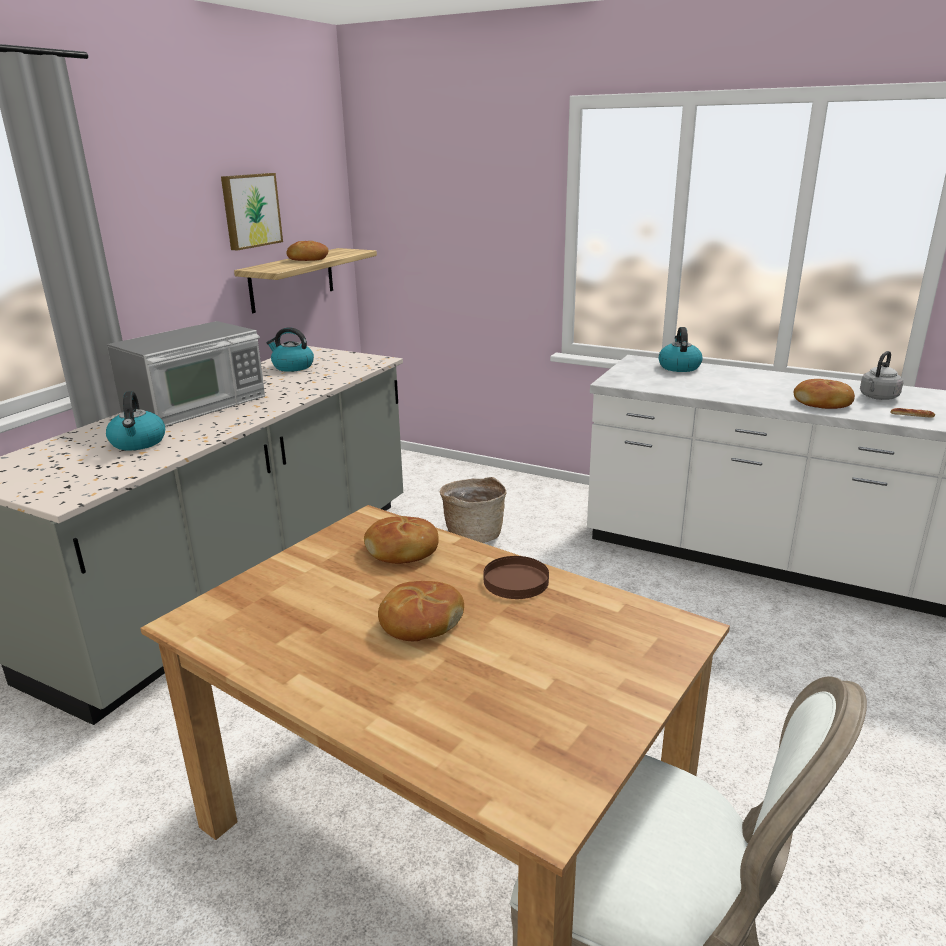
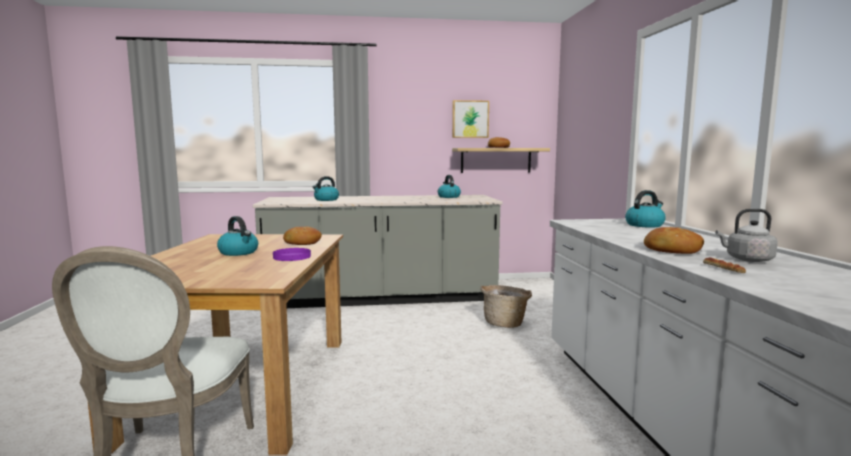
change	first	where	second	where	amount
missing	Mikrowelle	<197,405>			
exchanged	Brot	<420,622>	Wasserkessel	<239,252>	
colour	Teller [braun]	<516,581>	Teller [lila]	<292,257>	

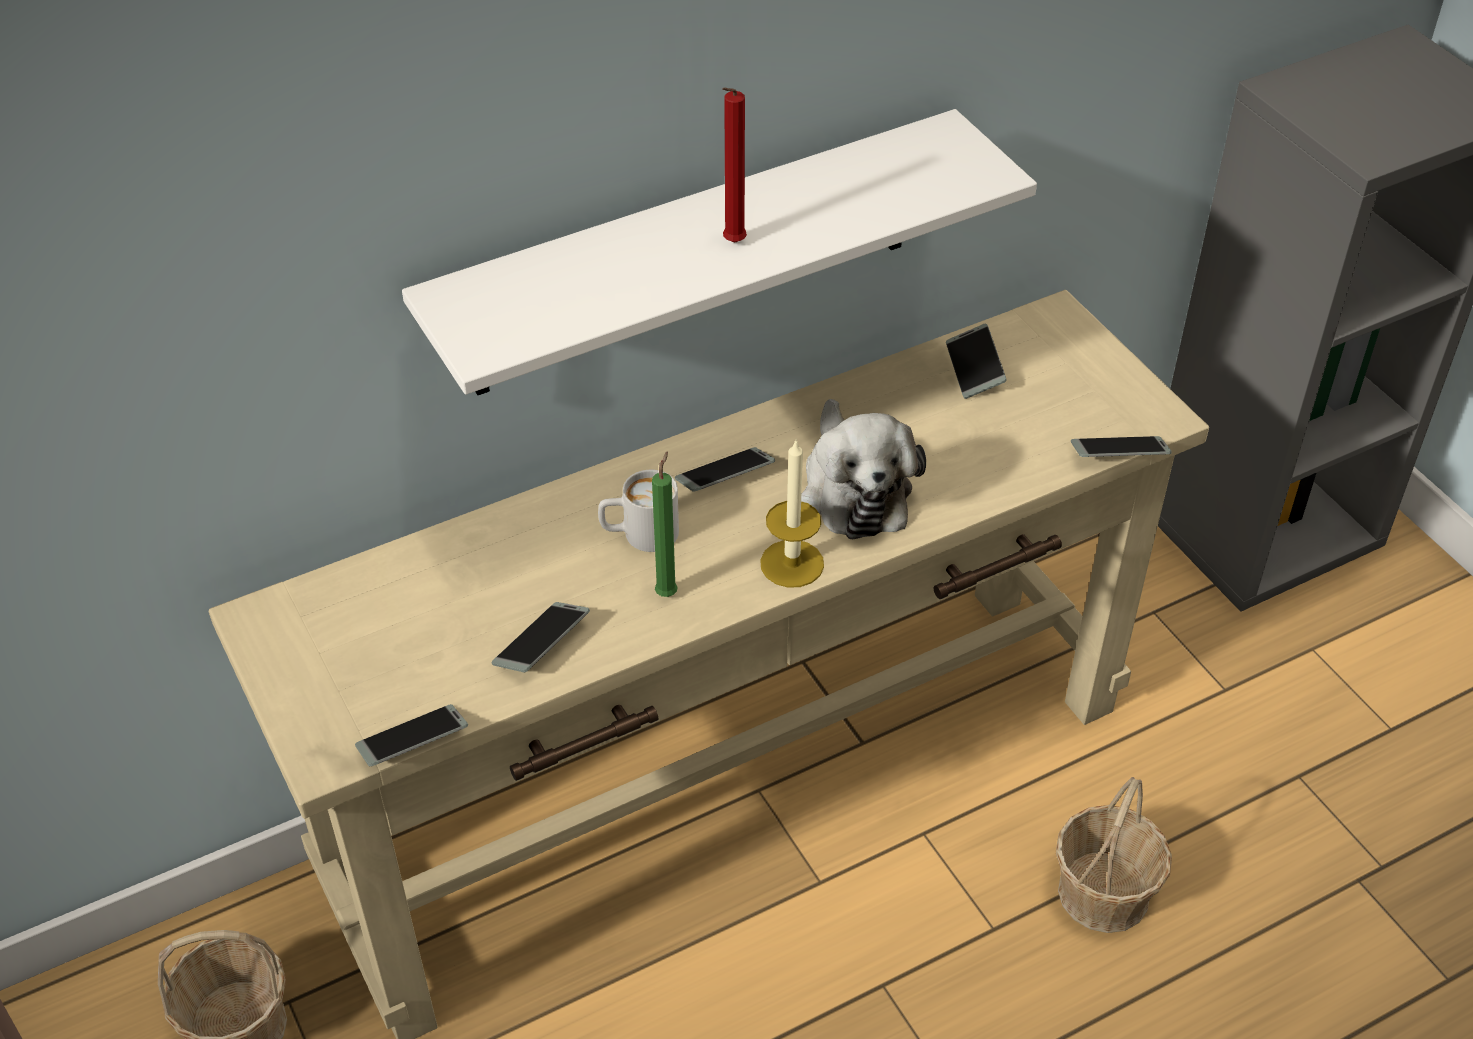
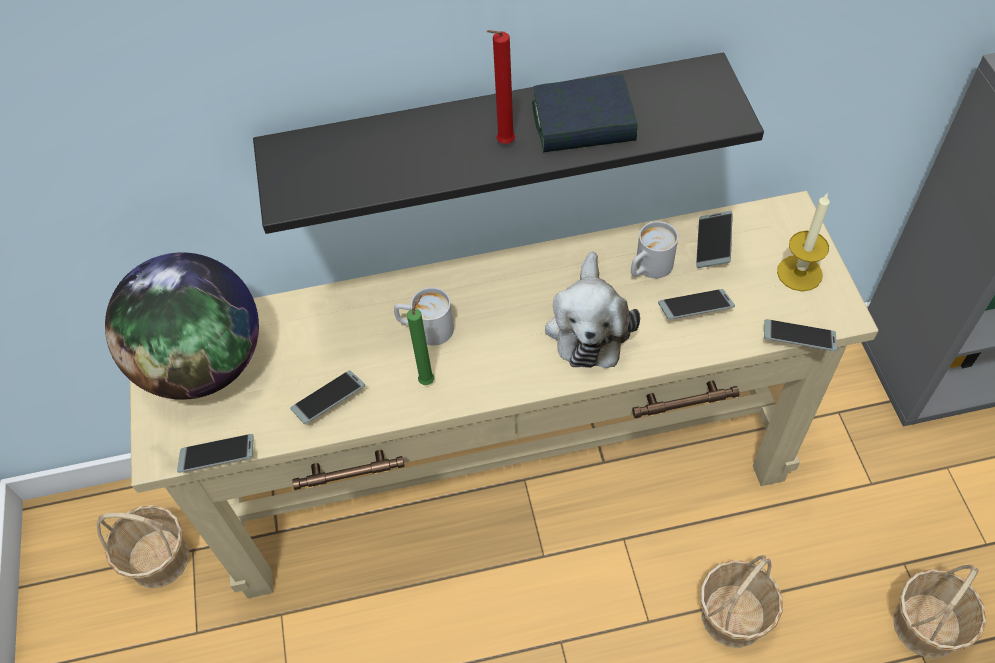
change	first	where	second	where	amount
colour	Wandregal [weiß]	<694,256>	Wandregal [schwarz]	<495,137>	
relocated	Handy	<724,477>		<695,308>	
relocated	Kerze	<792,563>		<799,273>	
appeared			Globus	<204,364>	
appeared			Buch	<583,123>	
appeared			Henkelbecher [weiß]	<648,269>	
appeared			Korb	<927,625>	

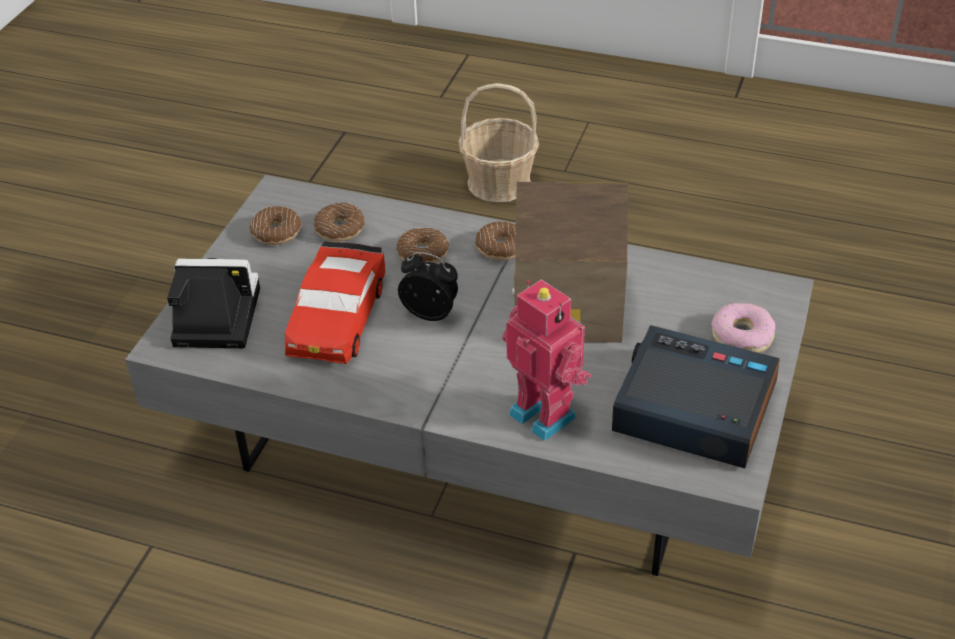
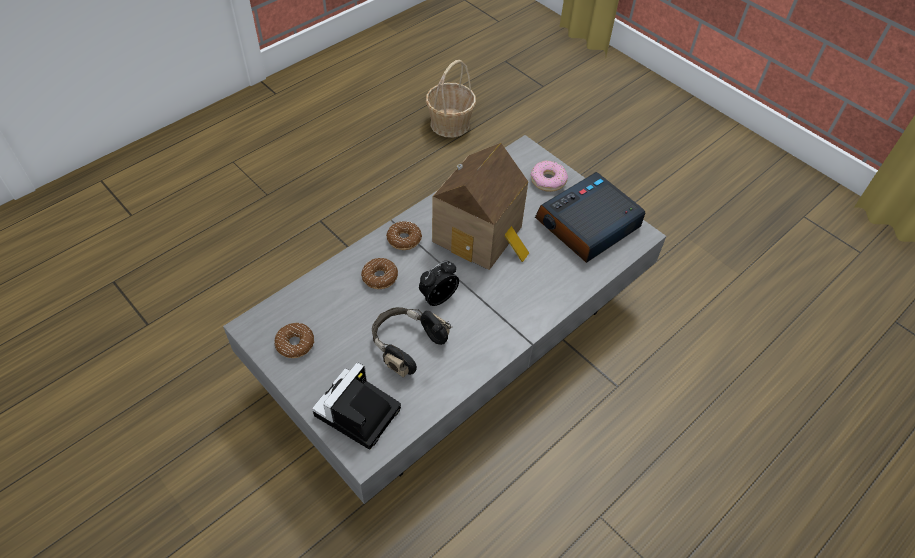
change	first	where	second	where	amount
exchanged	Spielzeugauto [rot]	<337,317>	Kopfhörer [schwarz]	<407,345>	
missing	Donut	<340,229>			
relocated	Korb	<498,182>		<449,124>	
missing	Spielzeugroboter	<546,413>			

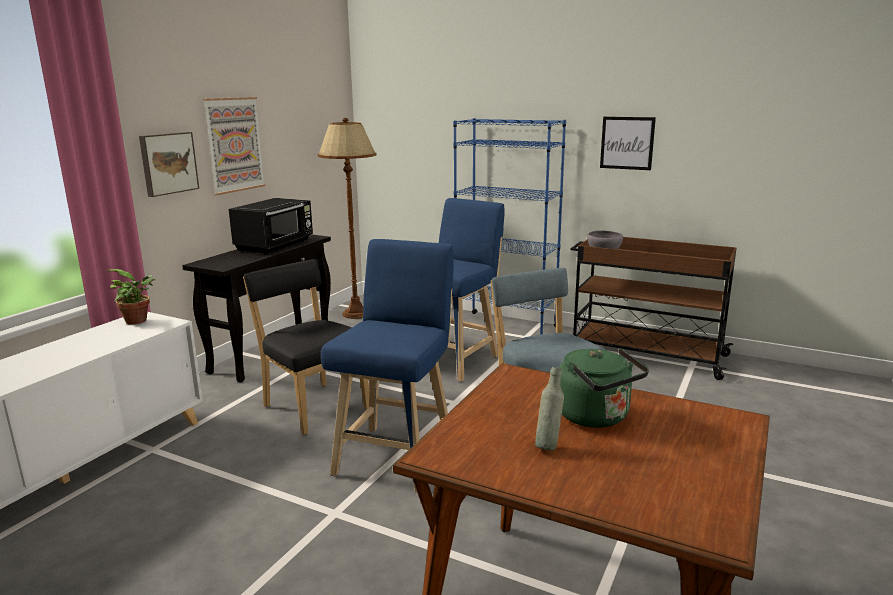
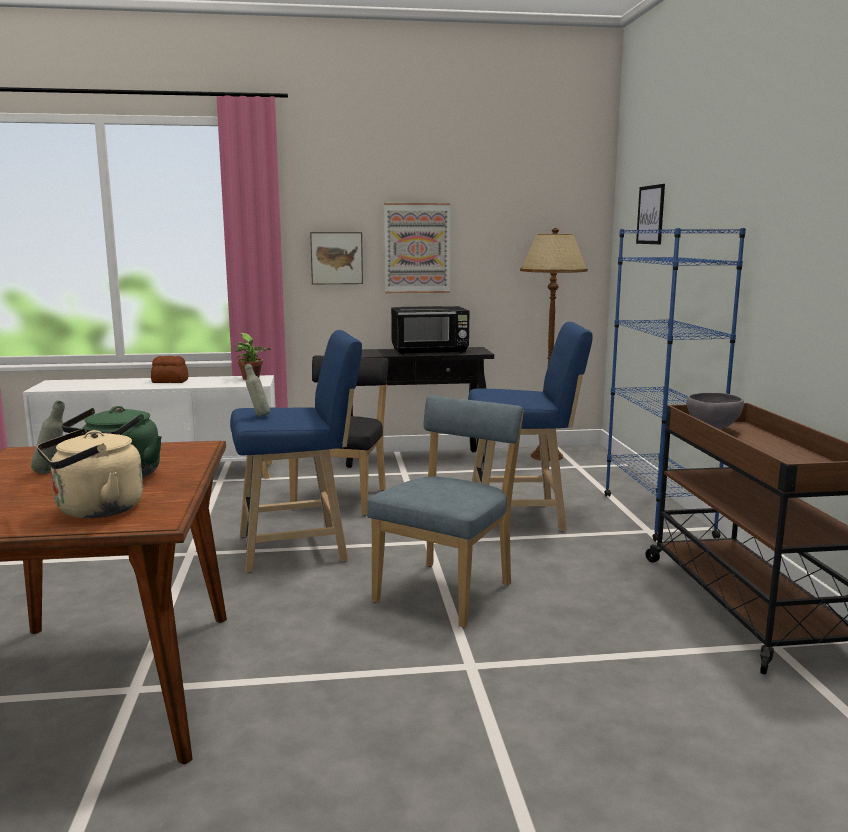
change	first	where	second	where	amount
relocated	Bild	<627,143>		<650,215>	
appeared			Wasserkessel [beige]	<94,510>	
appeared			Brot	<170,381>	
appeared			Flasche [grau]	<258,416>	

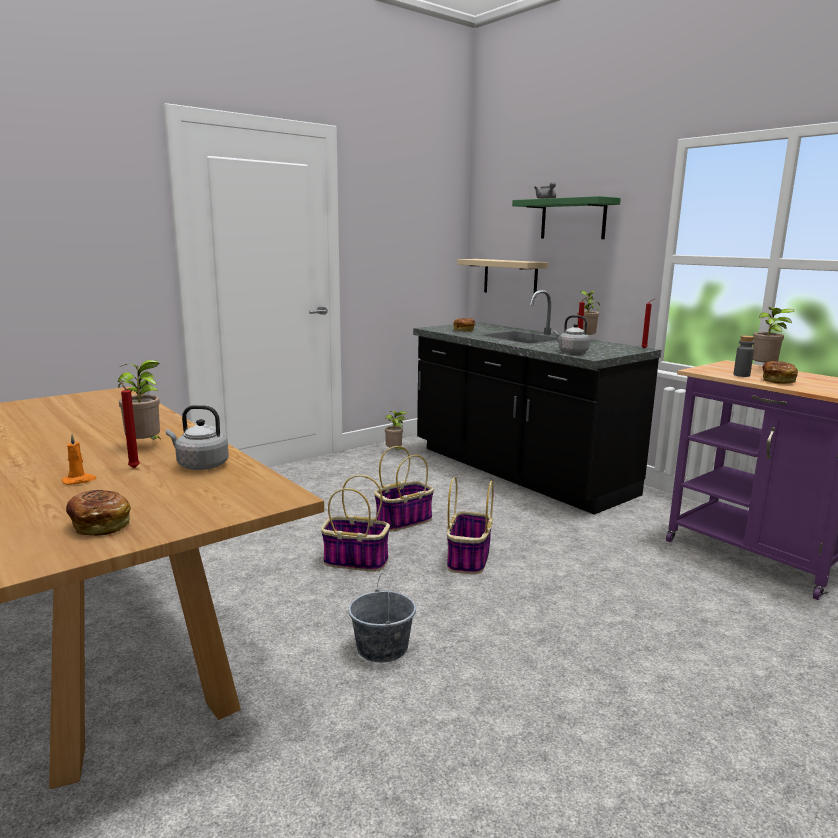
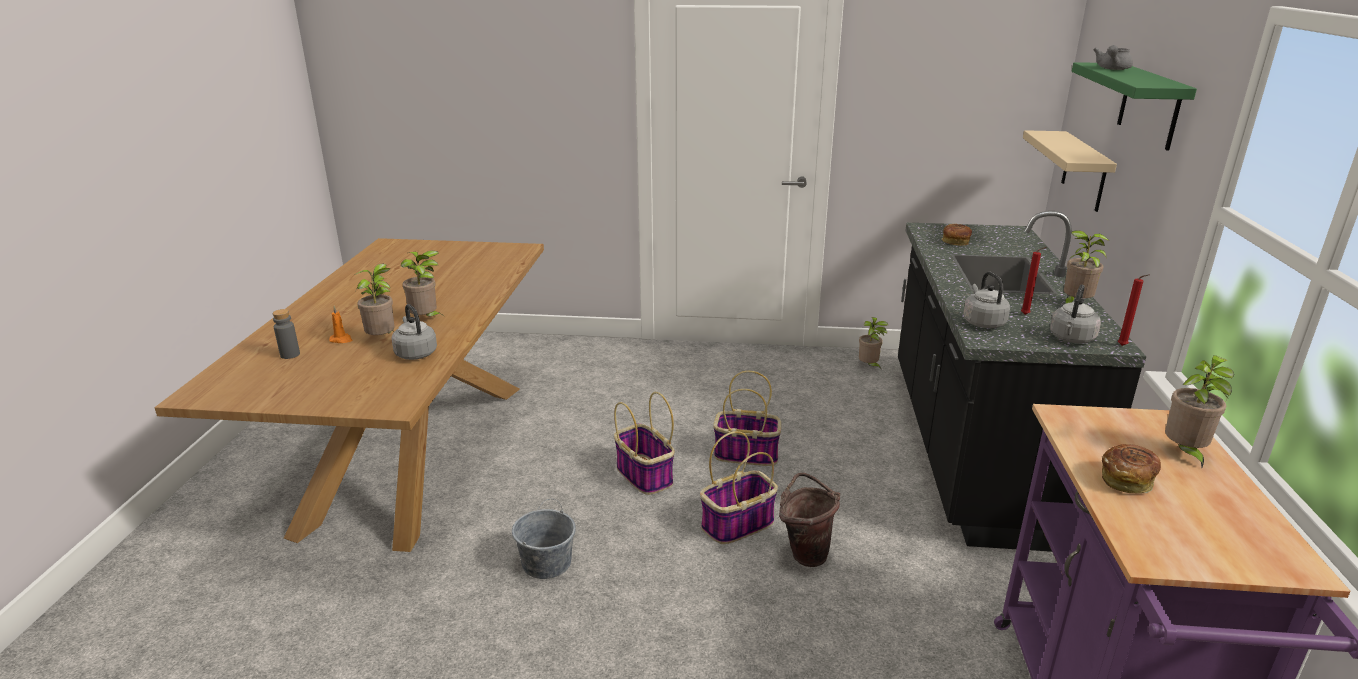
change	first	where	second	where	amount
missing	Brot	<100,525>			
exchanged	Kerze [rot]	<133,467>	Topfpflanze	<383,339>	
relocated	Flasche [grau]	<741,375>		<290,355>	
appeared			Eimer [braun]	<805,552>	
appeared			Wasserkessel [grau]	<1071,339>	

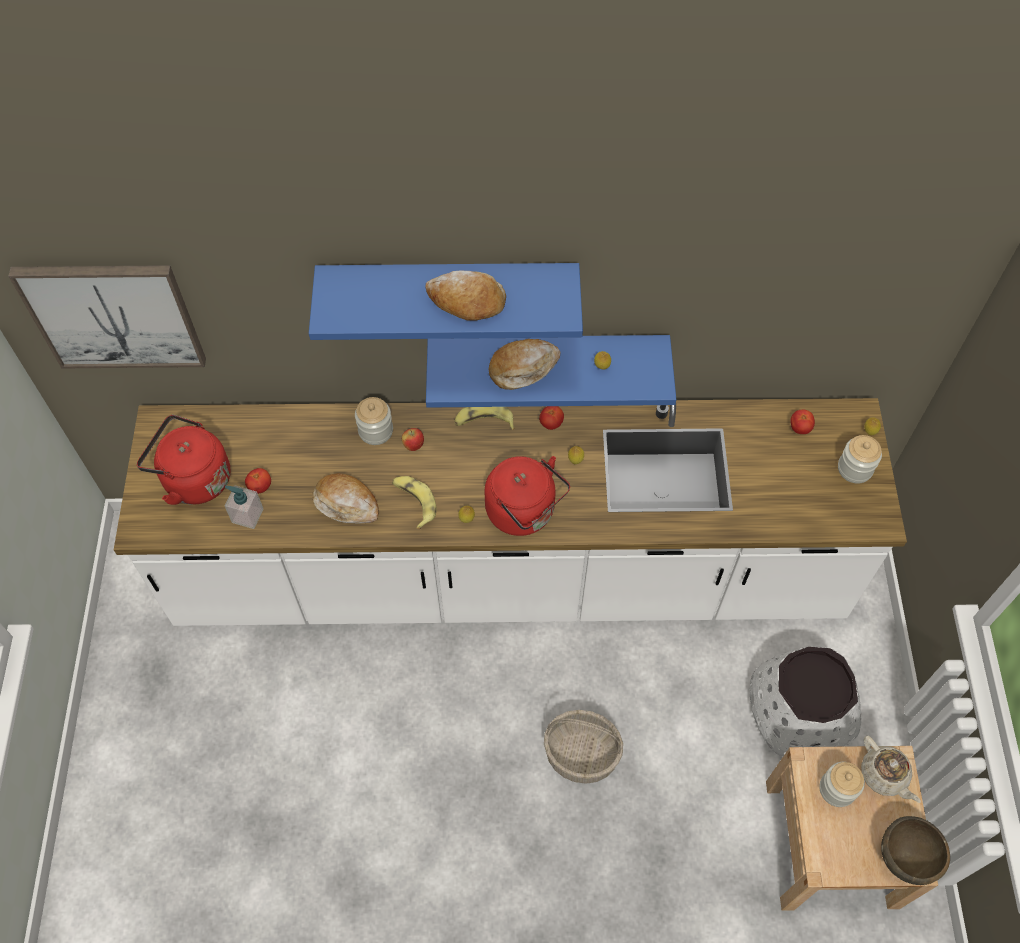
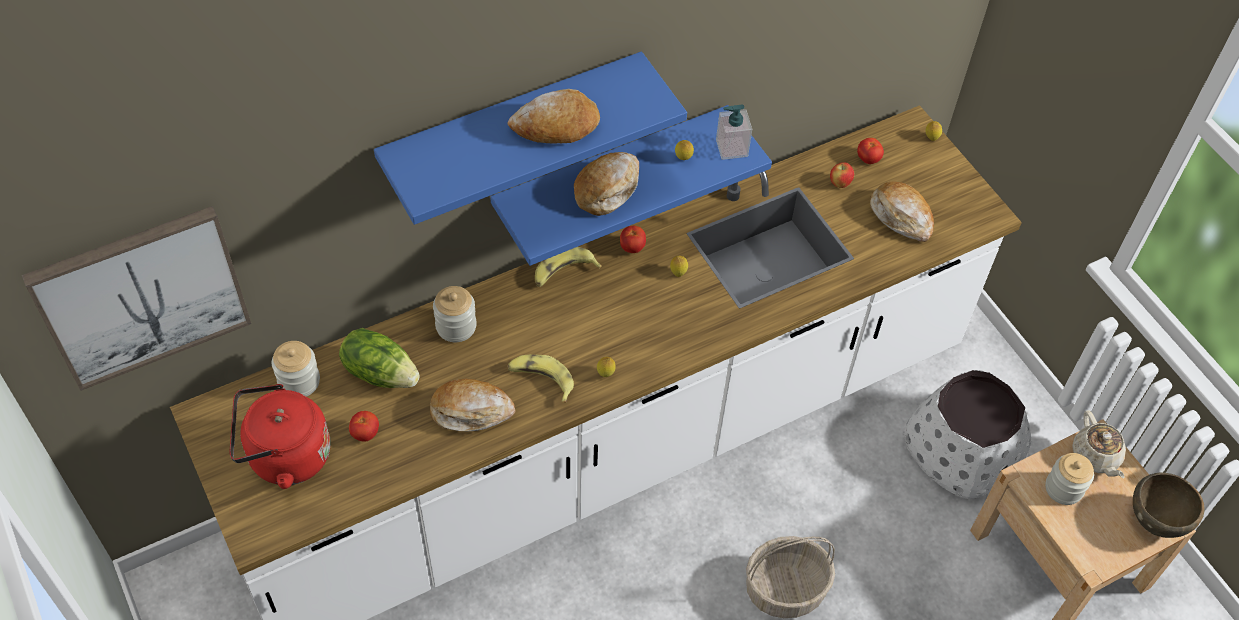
change	first	where	second	where	amount
relocated	Seifenspender	<247,515>		<731,148>	
relocated	Apfel	<413,446>		<839,183>	
missing	Wasserkessel [rot]	<524,512>			
relocated	Vorratsglas	<855,468>		<299,381>	
spun	Teekanne [beige]	<884,775>		<1095,456>	45 degrees clockwise
appeared			Salatkopf	<381,372>	
appeared			Brot	<901,216>	

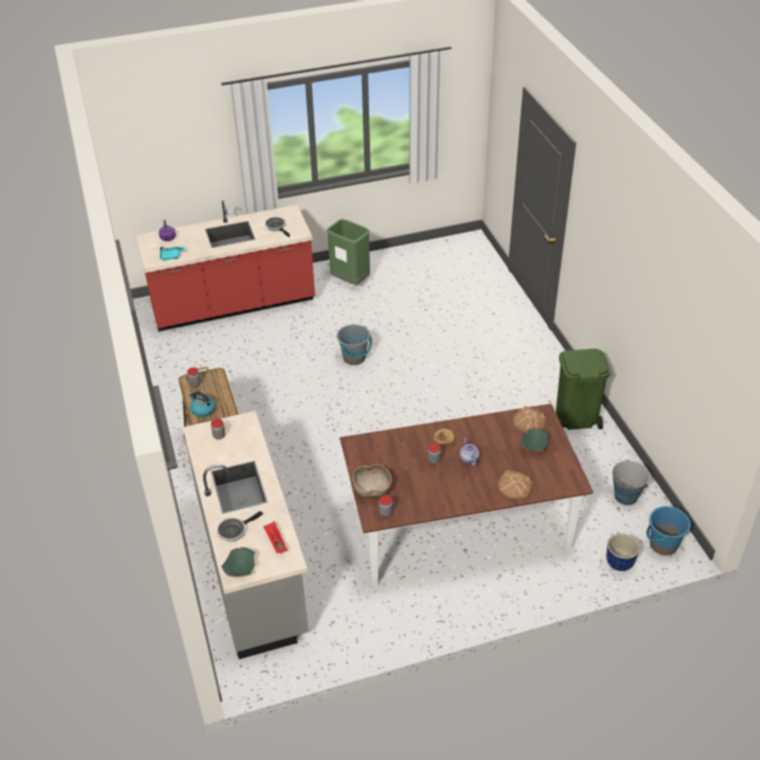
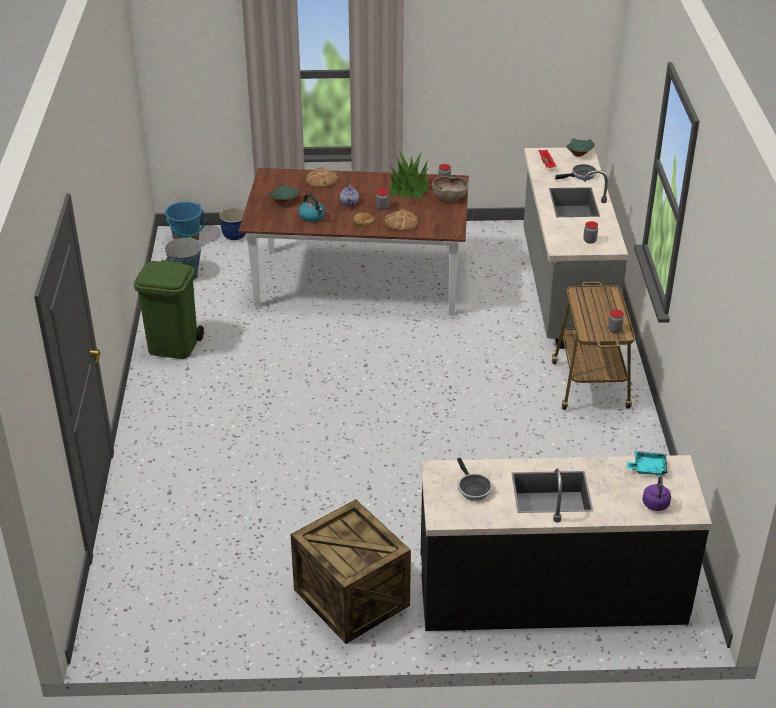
change	first	where	second	where	amount
colour	Küchenzeile [rot]	<233,305>	Küchenzeile [schwarz]	<551,592>	
relocated	Wasserkessel	<203,410>		<312,217>	
exchanged	Mülleimer [grün]	<350,281>	Kiste	<350,598>	
missing	Eimer [grau]	<354,358>			
relocated	Brot	<529,422>		<401,222>	
appeared			Topfpflanze	<408,188>	

